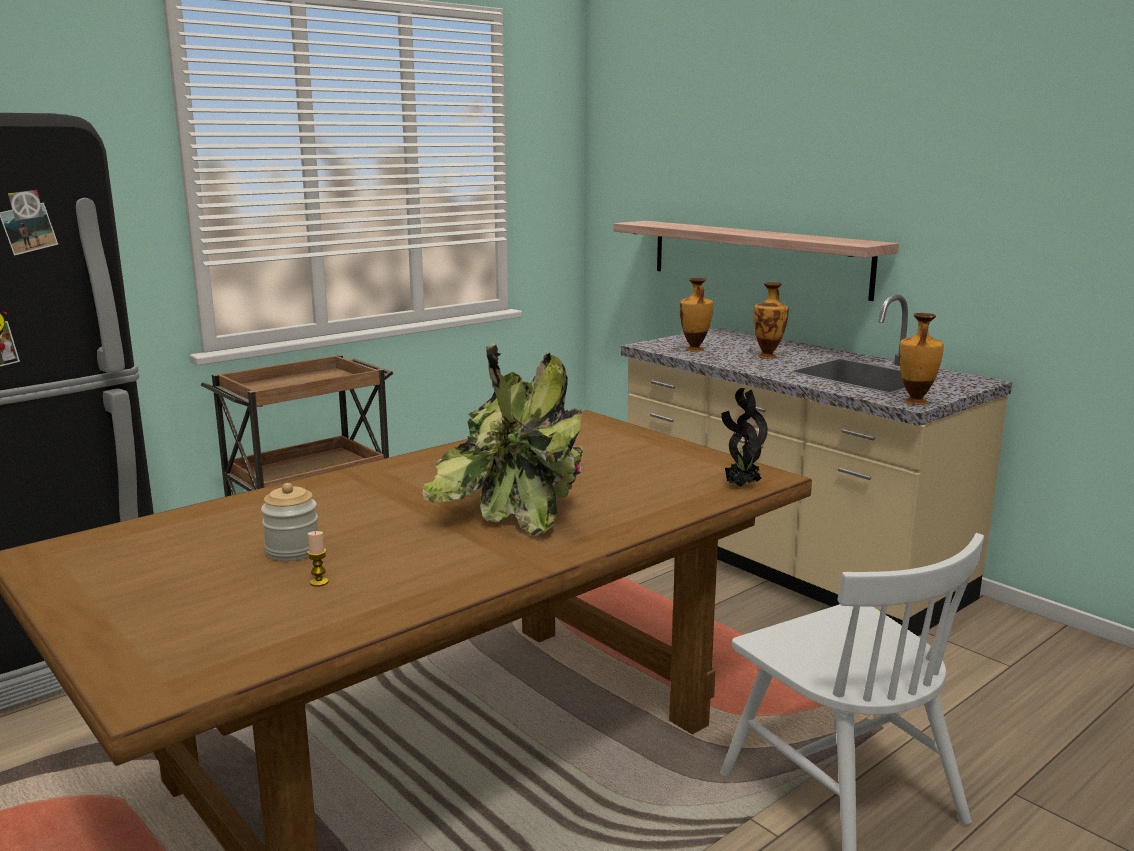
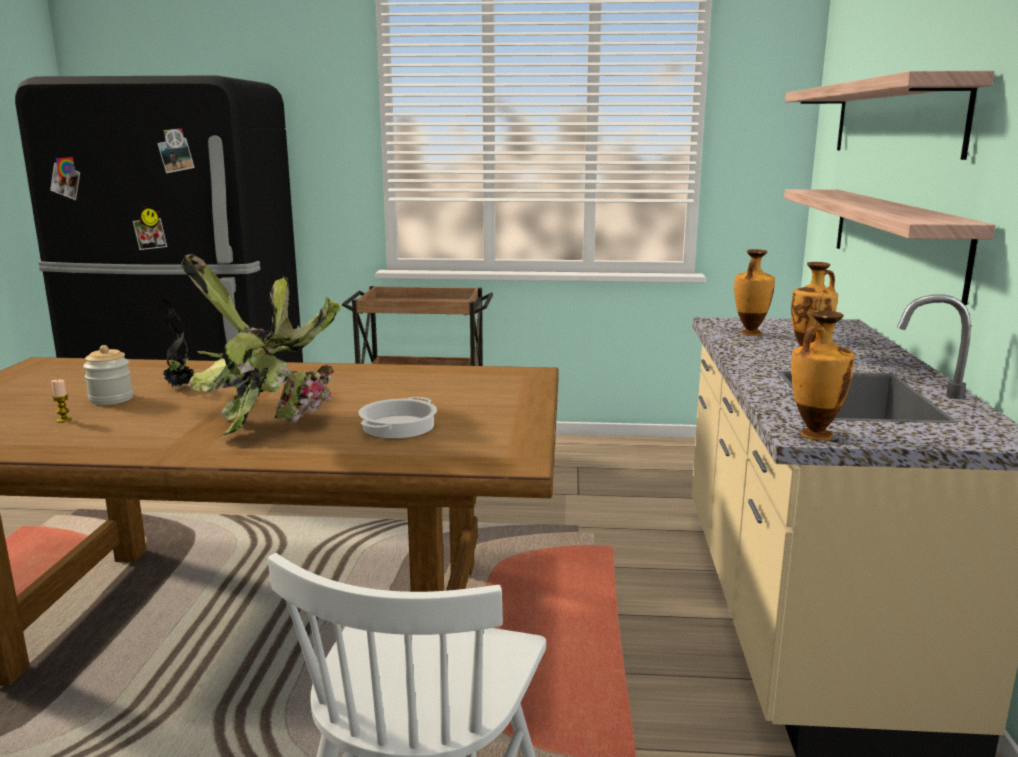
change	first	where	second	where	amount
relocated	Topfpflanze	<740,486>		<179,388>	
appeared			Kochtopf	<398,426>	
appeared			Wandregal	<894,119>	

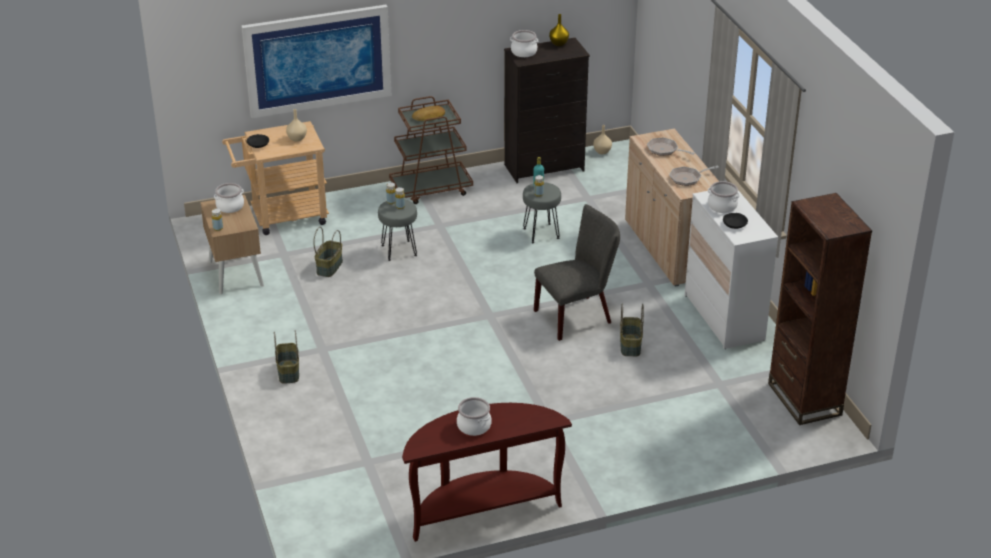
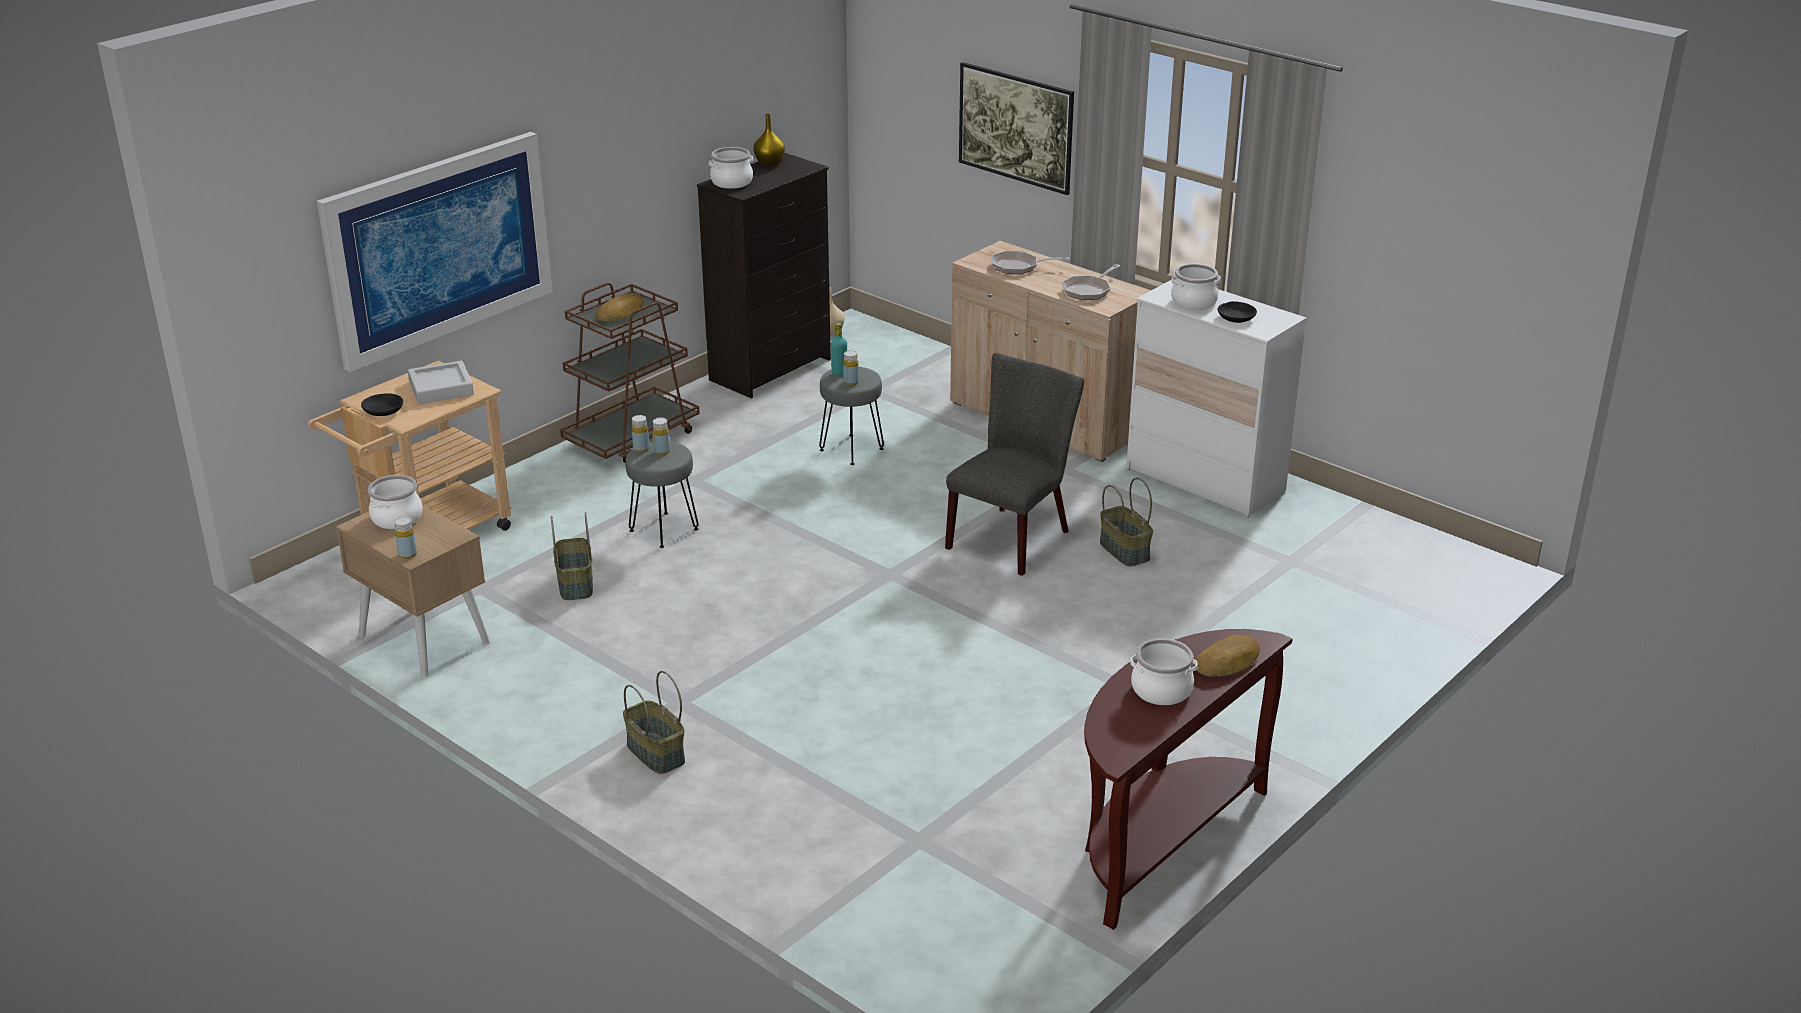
change	first	where	second	where	amount
exchanged	Vase [beige]	<296,139>	Tablett [grau]	<441,388>	
missing	Bücherregal [braun]	<804,399>			
appeared			Bild	<1015,152>	
appeared			Brot	<1228,662>	

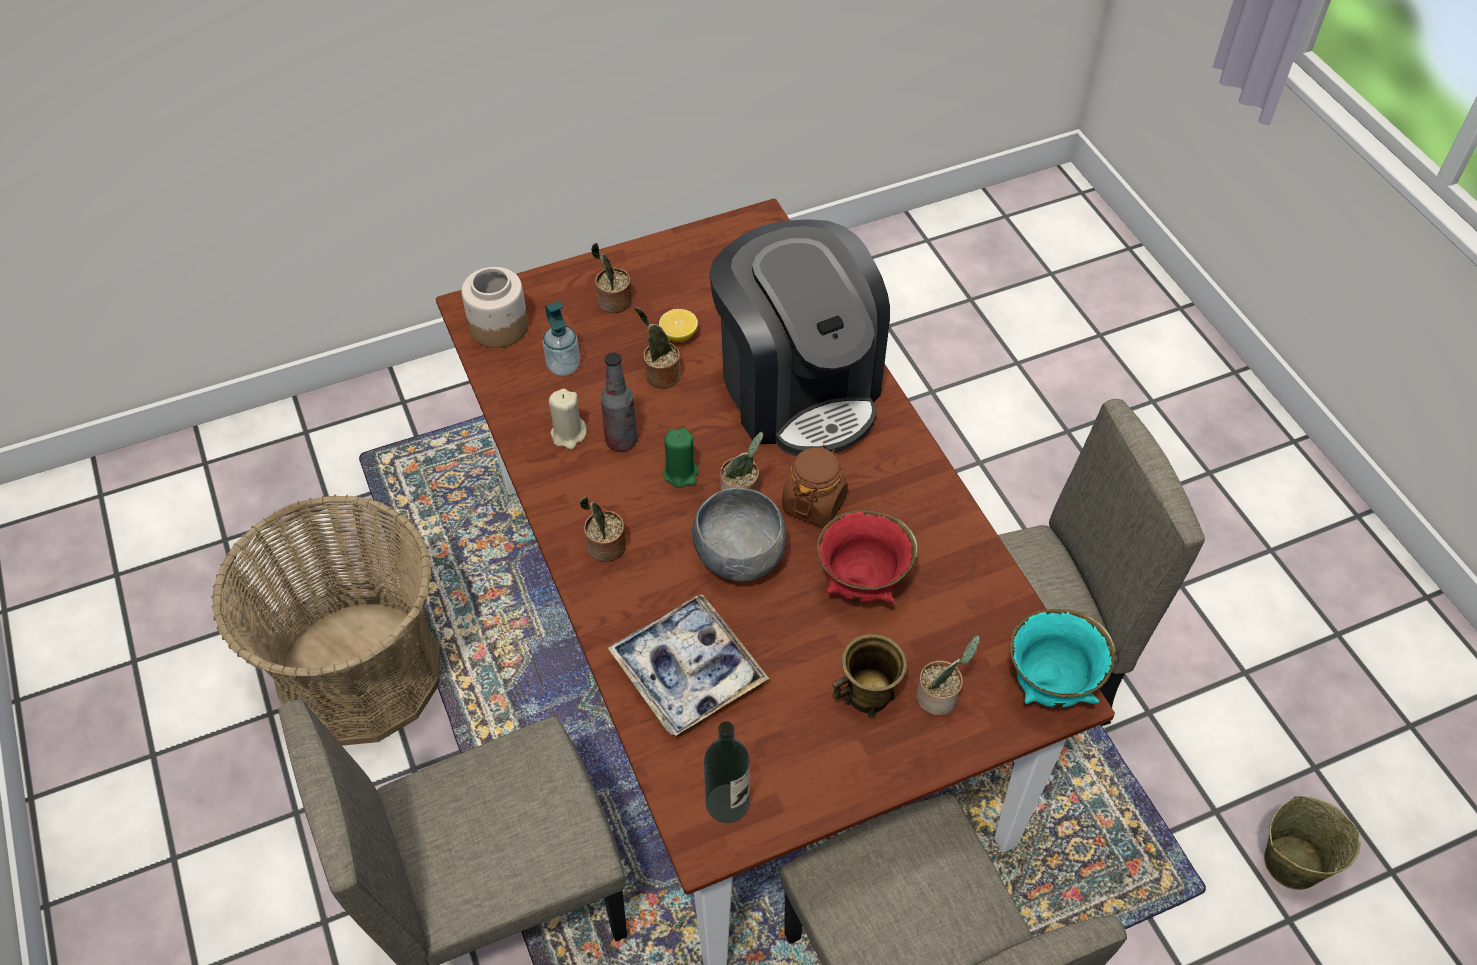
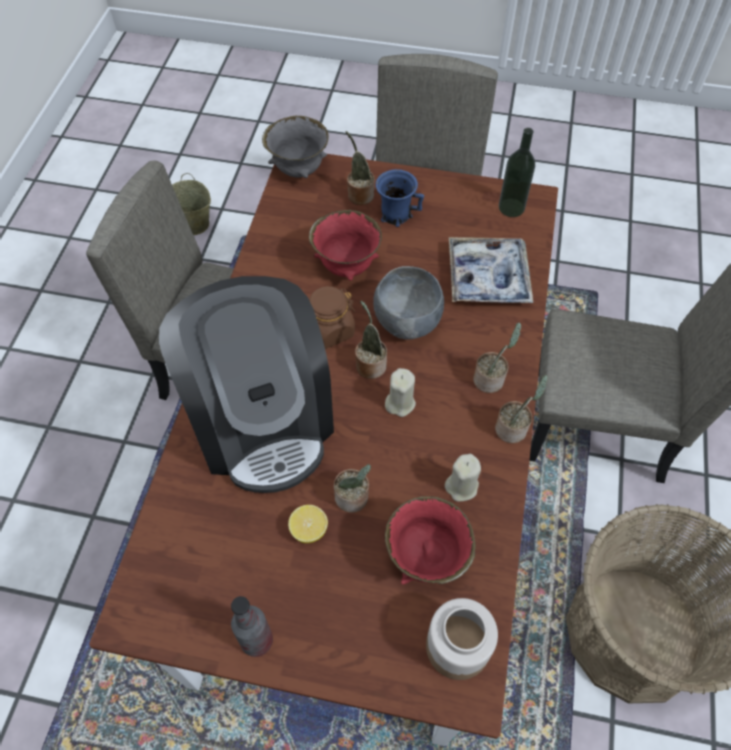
change	first	where	second	where	amount
exchanged	Seifenspender	<563,366>	Schüssel [rot]	<425,559>	
relocated	Topfpflanze	<613,302>		<513,428>	
relocated	Flasche	<621,441>		<257,640>	
colour	Kerze [grün]	<681,473>	Kerze [beige]	<400,403>	
spun	Kaffeemaschine	<798,389>		<262,420>	150 degrees clockwise
colour	Henkelbecher [braun]	<869,695>	Henkelbecher [blau]	<395,214>	
colour	Schüssel [türkis]	<1051,687>	Schüssel [grau]	<299,170>	

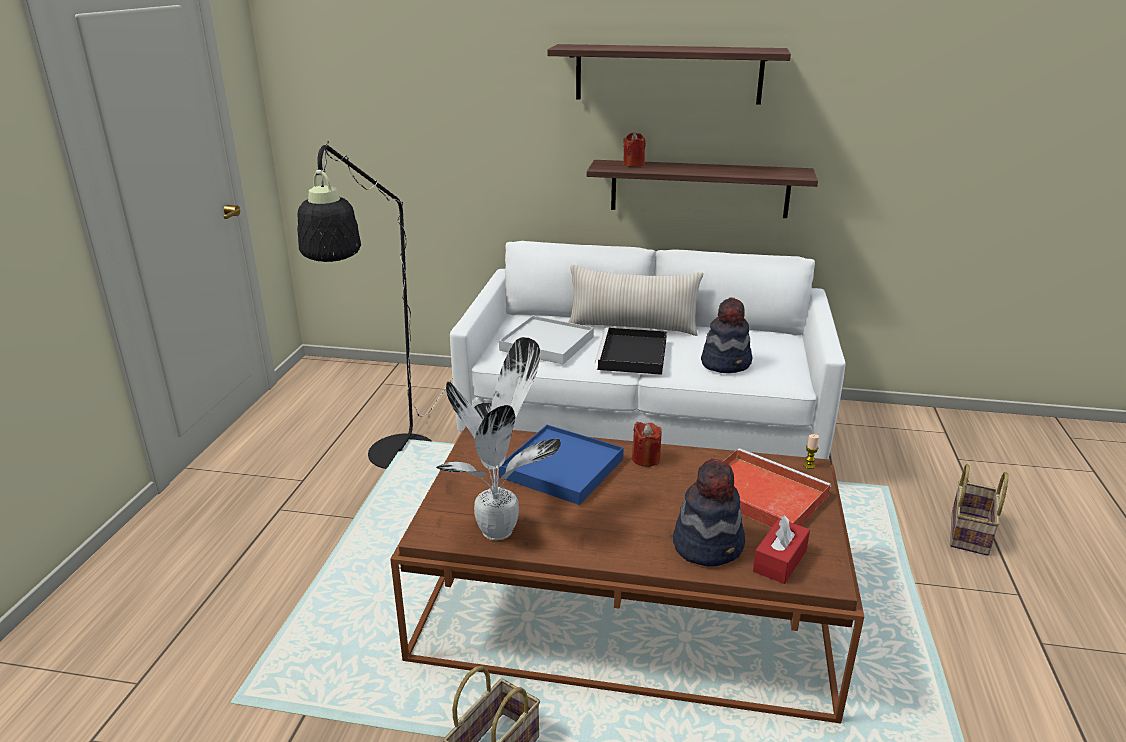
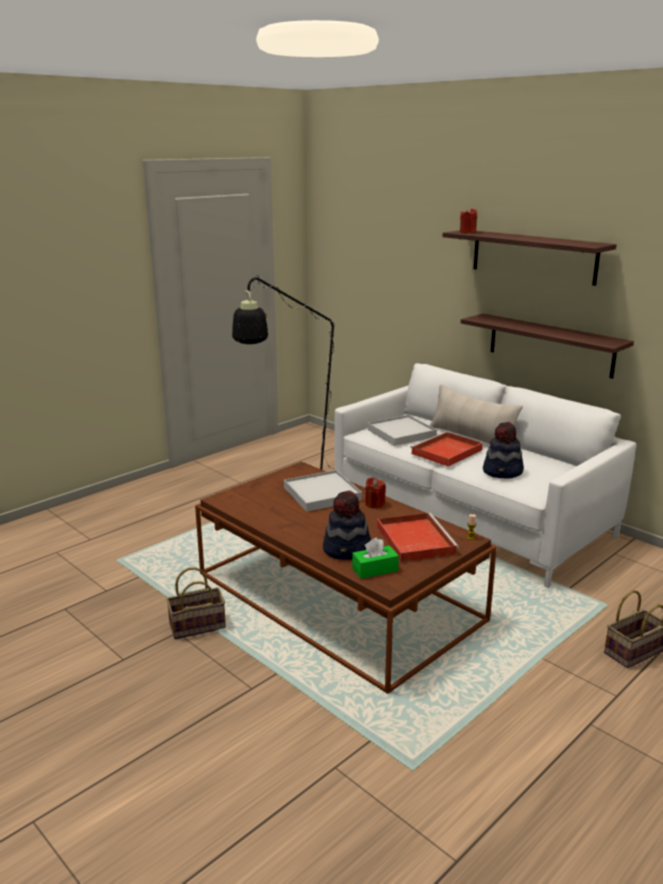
change	first	where	second	where	amount
missing	Topfpflanze	<500,529>			
colour	Tablett [blau]	<561,468>	Tablett [weiß]	<321,494>	
colour	Tablett [schwarz]	<633,355>	Tablett [rot]	<446,452>	
relocated	Kerze [rot]	<633,164>		<467,232>	
colour	Taschentuchbox [rot]	<780,561>	Taschentuchbox [grün]	<375,569>	

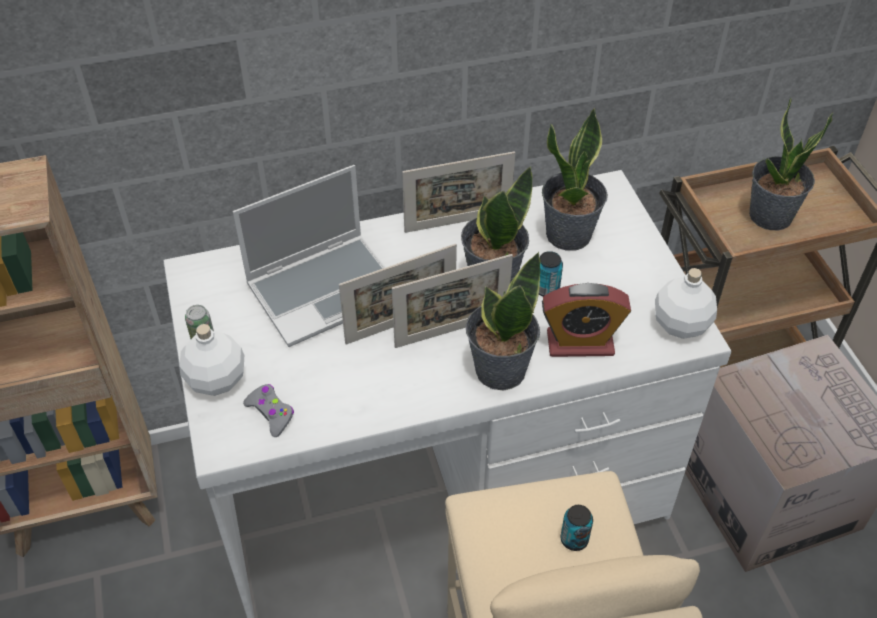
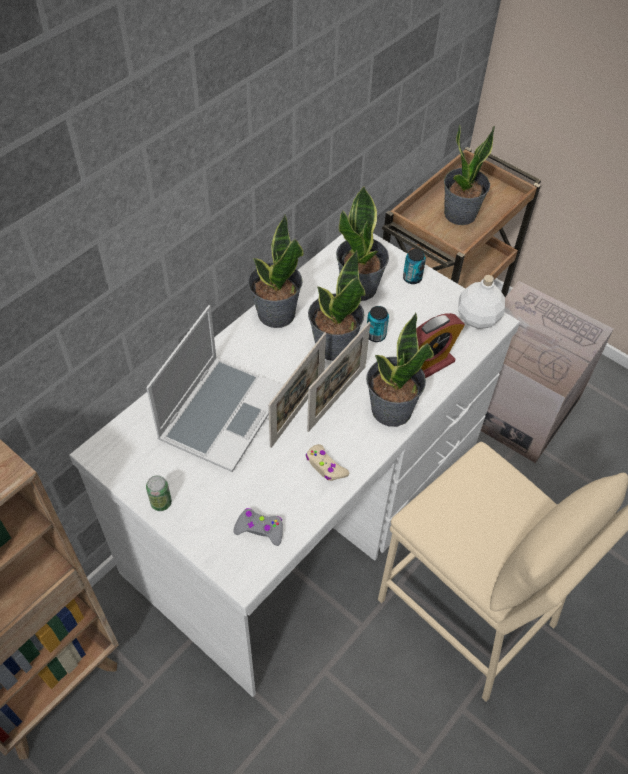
change	first	where	second	where	amount
missing	Flasche [weiß]	<216,380>			
exchanged	Bilderrahmen	<458,222>	Topfpflanze	<275,314>	
relocated	Dose	<574,539>		<412,278>	
appeared			Gamepad [beige]	<325,466>	

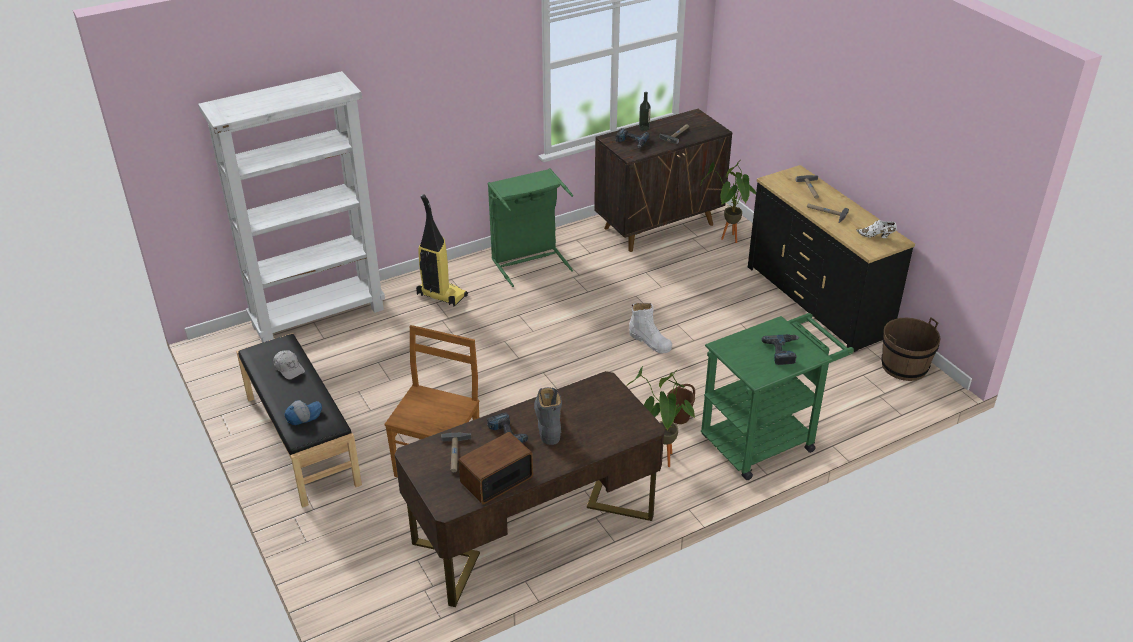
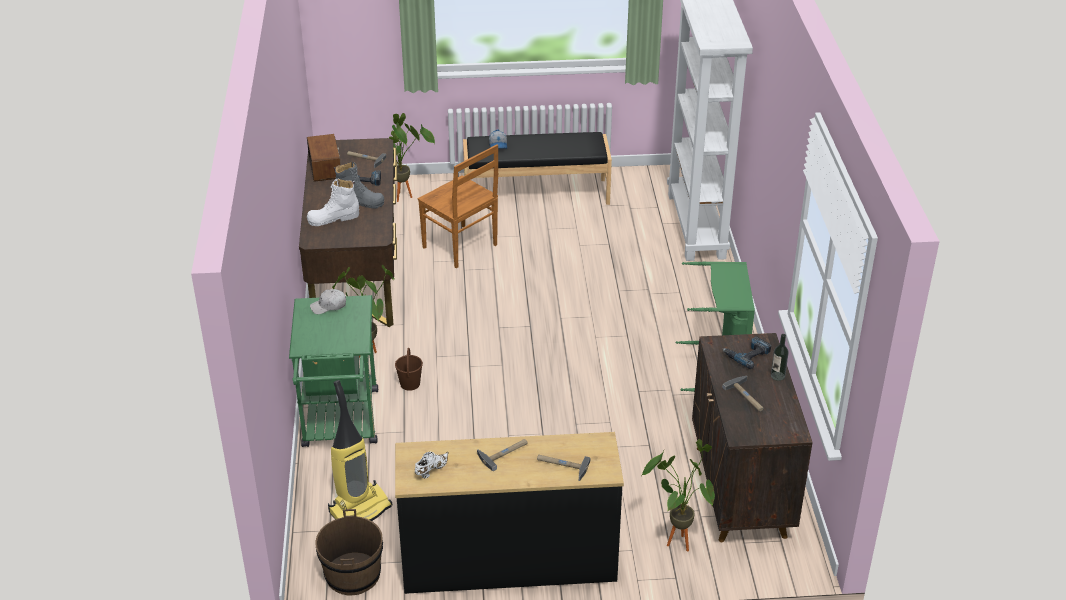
change	first	where	second	where	amount
relocated	Kappe [weiß]	<289,368>		<329,306>	
relocated	Staubsauger	<441,295>		<360,509>	
relocated	Stiefel [weiß]	<650,341>		<333,218>	
missing	Bohrmaschine	<784,351>			
appeared			Topfpflanze	<406,195>	

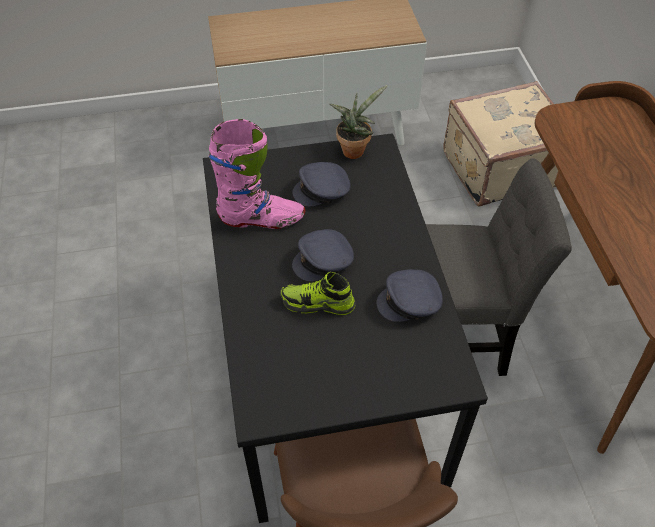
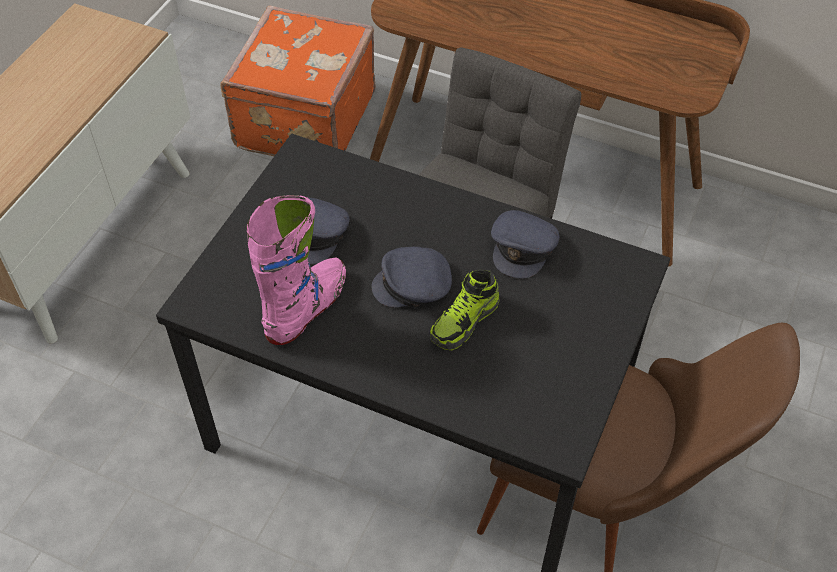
change	first	where	second	where	amount
spun	Kappe [grau]	<324,261>		<413,286>	75 degrees clockwise
missing	Topfpflanze	<354,149>			
colour	Koffer [beige]	<498,167>	Koffer [orange]	<303,120>	

